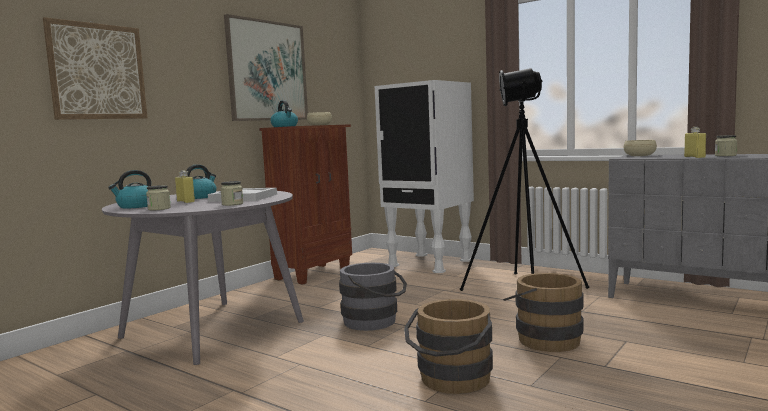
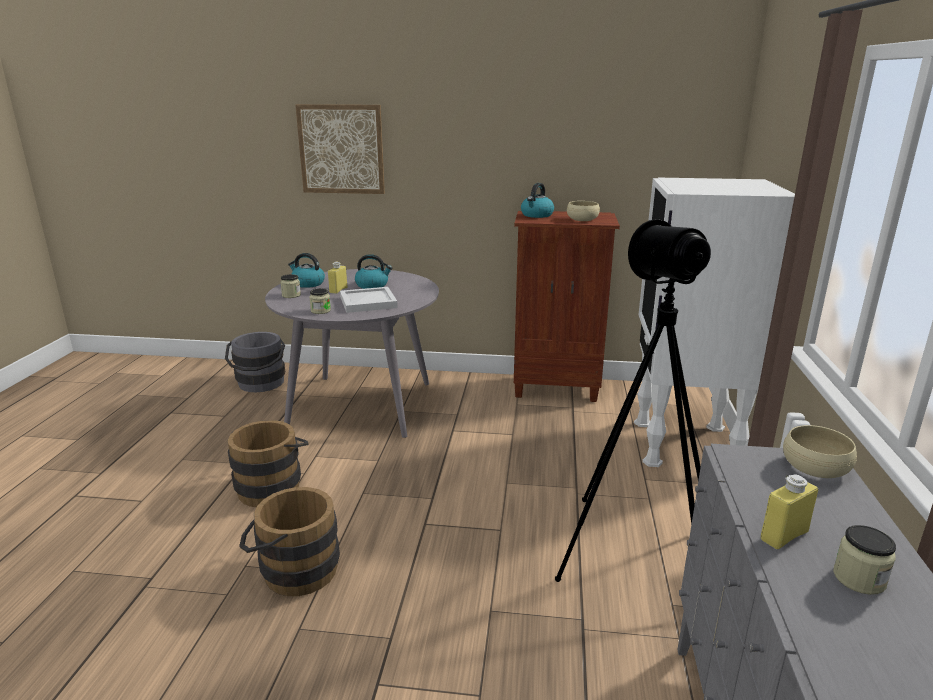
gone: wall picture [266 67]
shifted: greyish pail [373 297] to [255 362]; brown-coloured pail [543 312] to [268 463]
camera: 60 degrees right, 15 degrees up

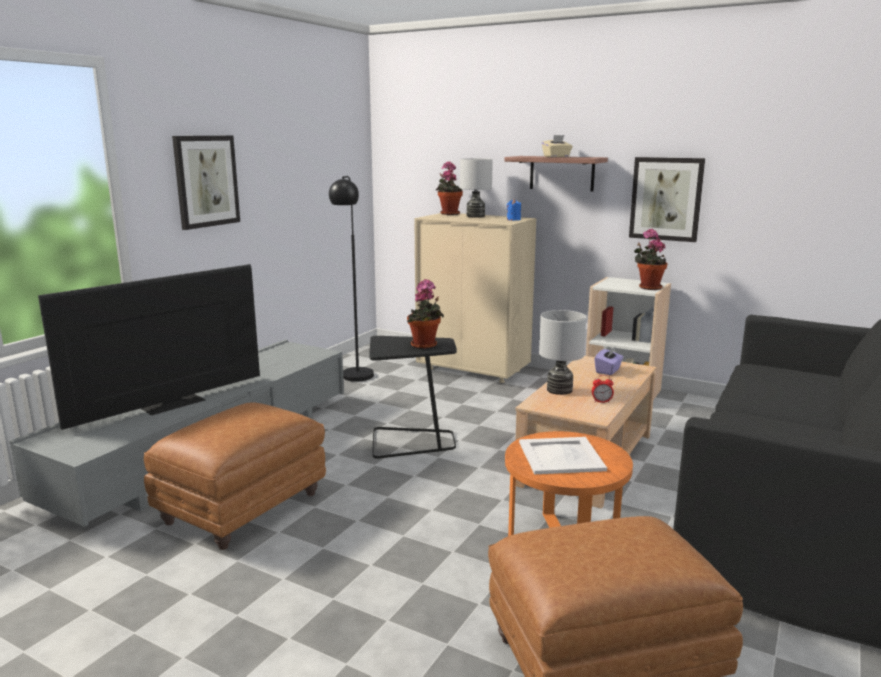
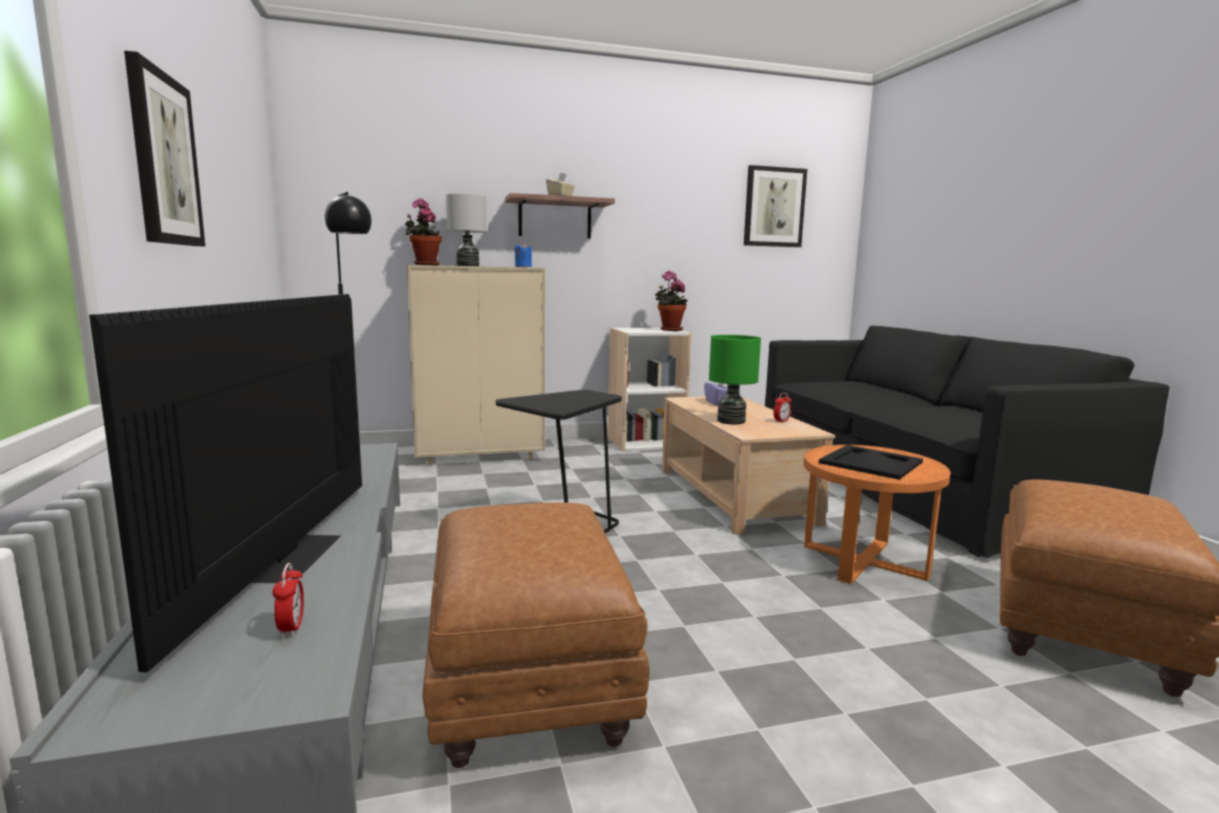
gone: plant in a pot [425 314]
new: alarm clock [288 600]
shifted: wall picture [667 199] to [775 206]
repainted: greyish lamp for a table [562 352] to green-coloured lamp for a table [735 380]; whitish tray [563 455] to black-coloured tray [871 462]
camera: 45 degrees left, 5 degrees down

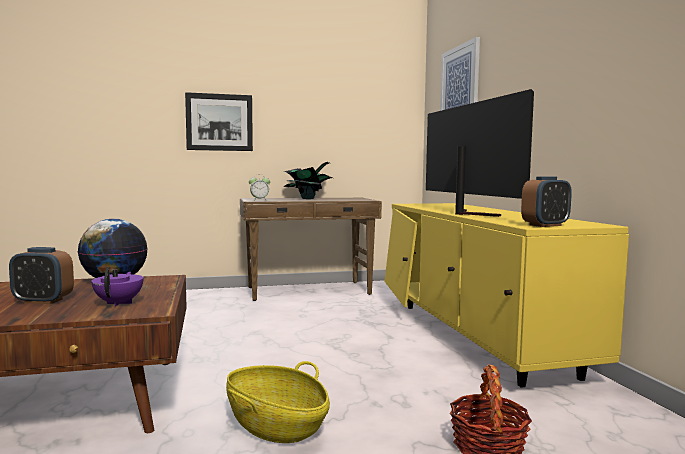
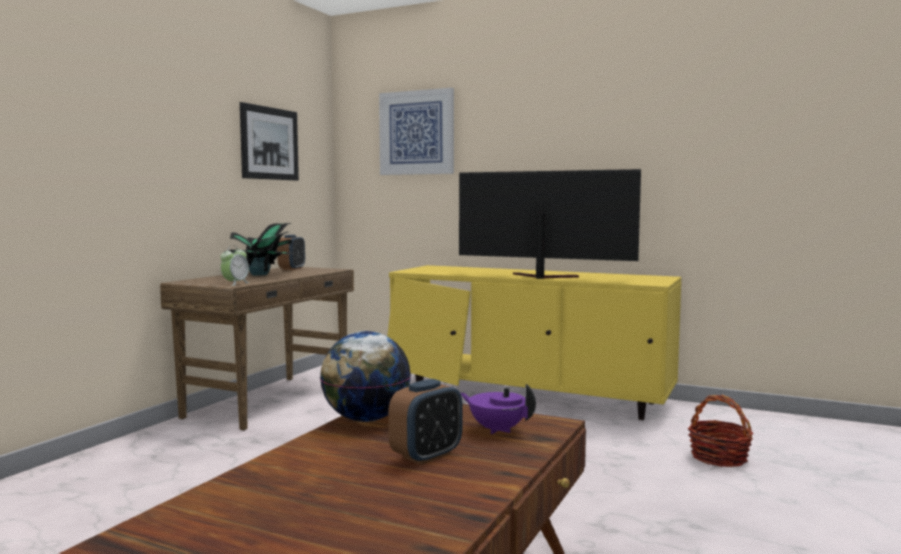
gone: storage basket [278 402]
shifted: wall picture [219 121] to [269 141]; alarm clock [546 201] to [291 252]
camera: 50 degrees left, 0 degrees up

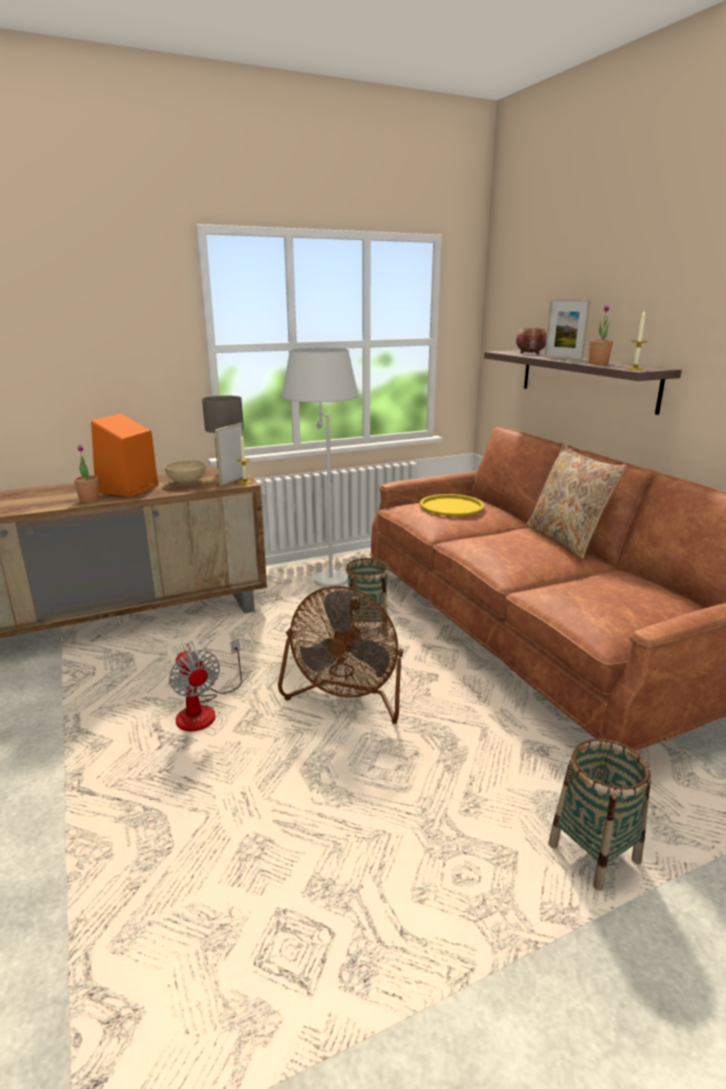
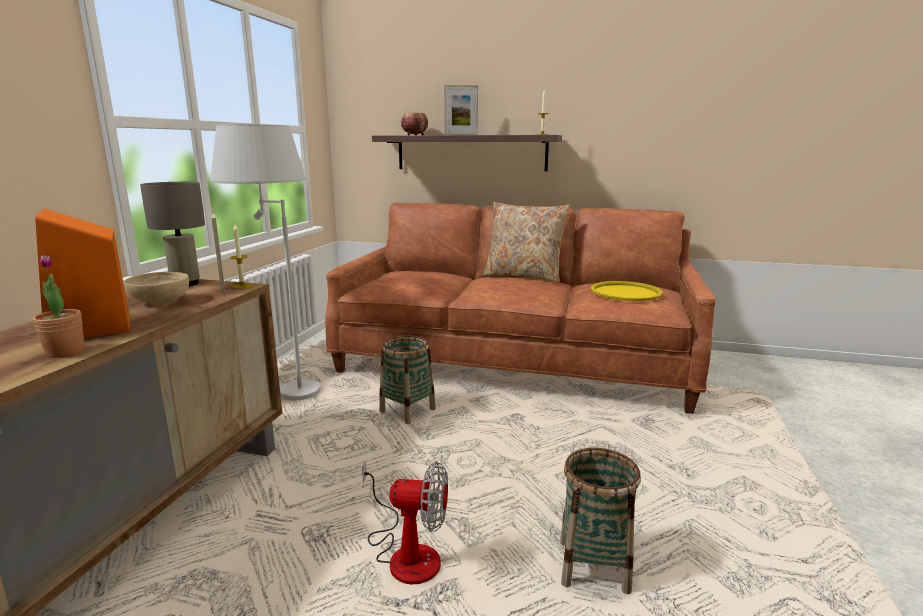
gone: brown-coloured electric fan [340 655]; plant in a pot [601 334]
shifted: storage basket [599 814] to [600 521]; yellow tray [452 505] to [627 291]
camera: 50 degrees left, 5 degrees down

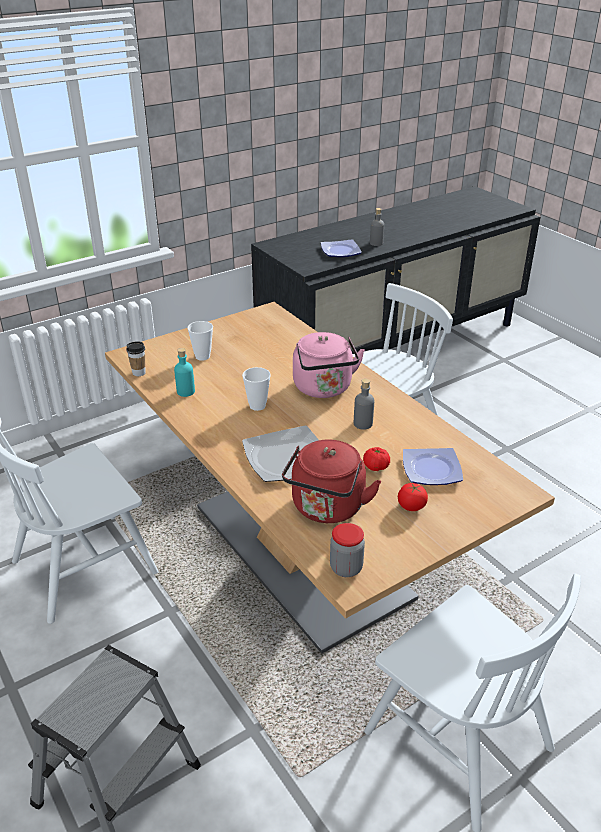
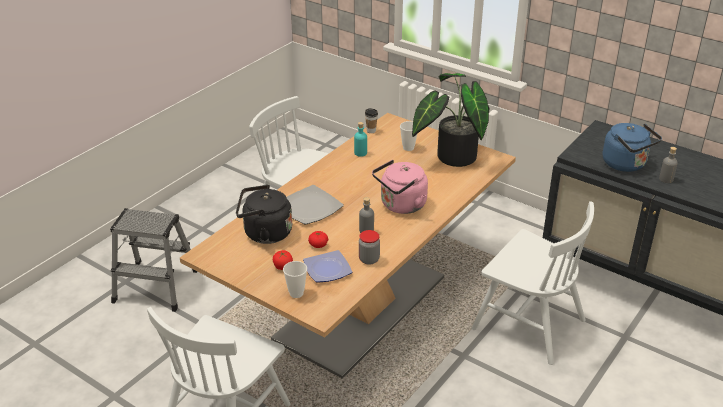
new: plant in a pot [451 120]
shifted: drinking cup [256 389] to [295 279]; preserve jar [347 550] to [369 247]
swapped: dinner plate [341 248] to blue-coloured kettle [632 147]
repainted: reddish kettle [331 481] to black-coloured kettle [264 214]
camera: 70 degrees right, 0 degrees up

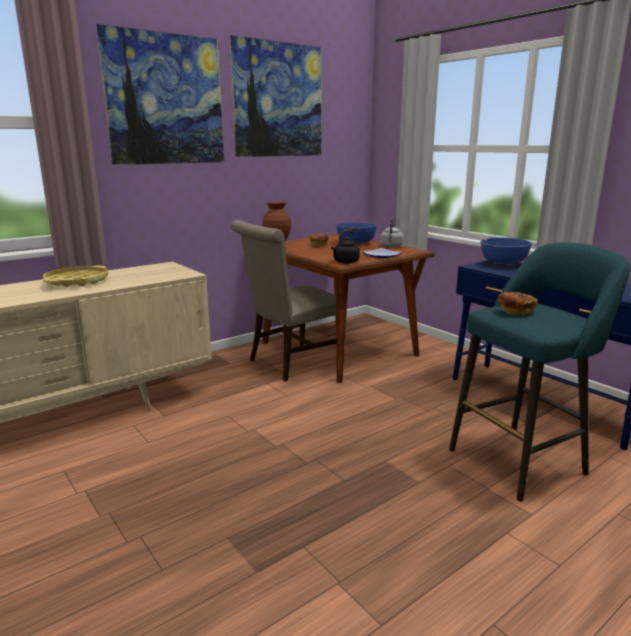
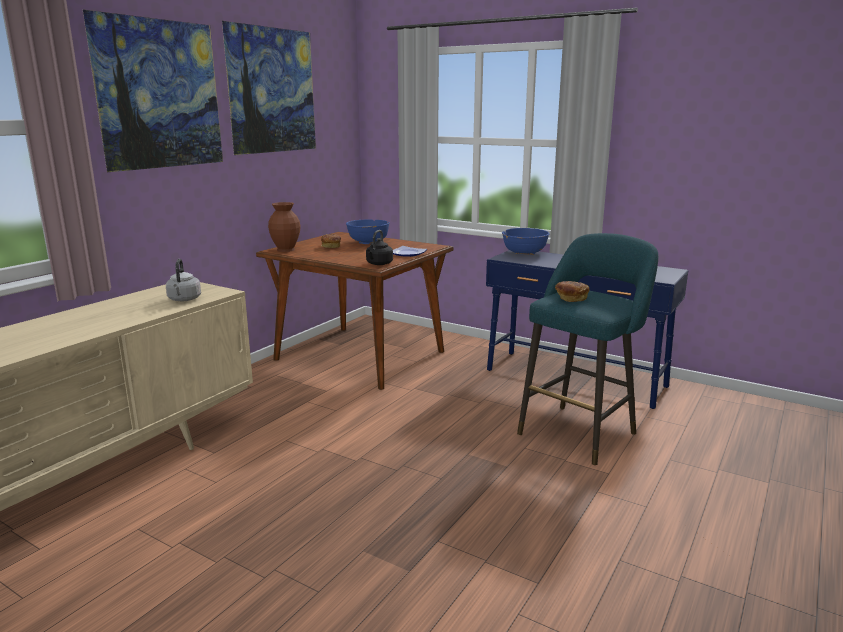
gone: yellow tray [75 276]; beige-coloured plain chair [284 301]
shifted: greyish kettle [392 232] to [183 280]
camera: 20 degrees left, 0 degrees up

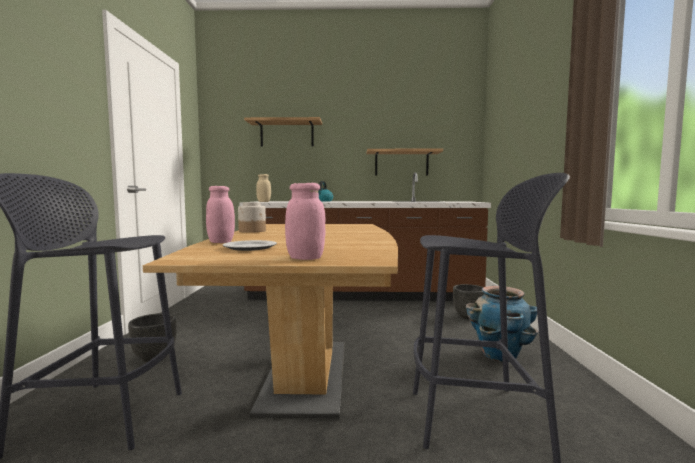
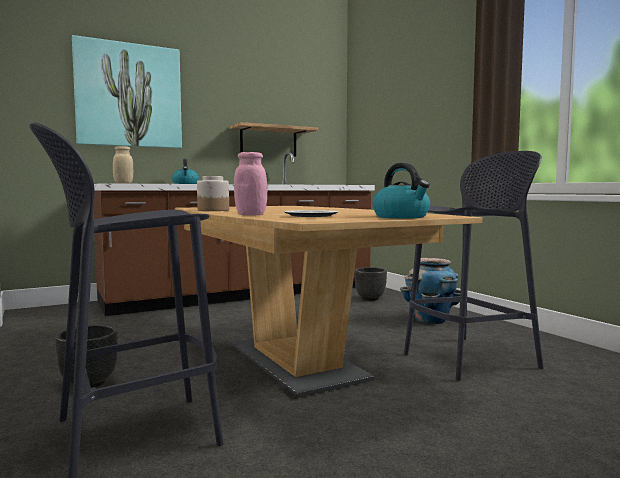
swapped: shelf [283 132] to wall picture [127 91]; pink preserve jar [305 221] to kettle [401 190]
camera: 30 degrees left, 0 degrees up

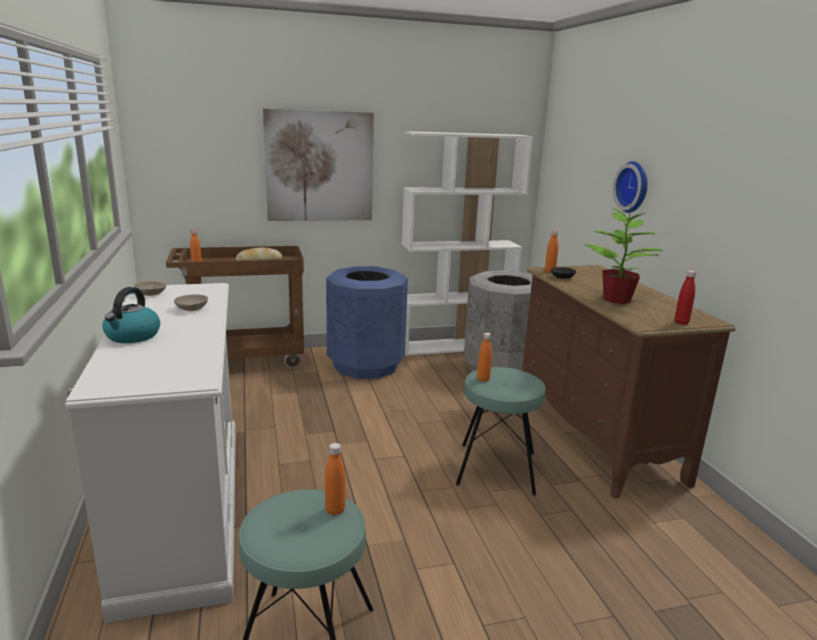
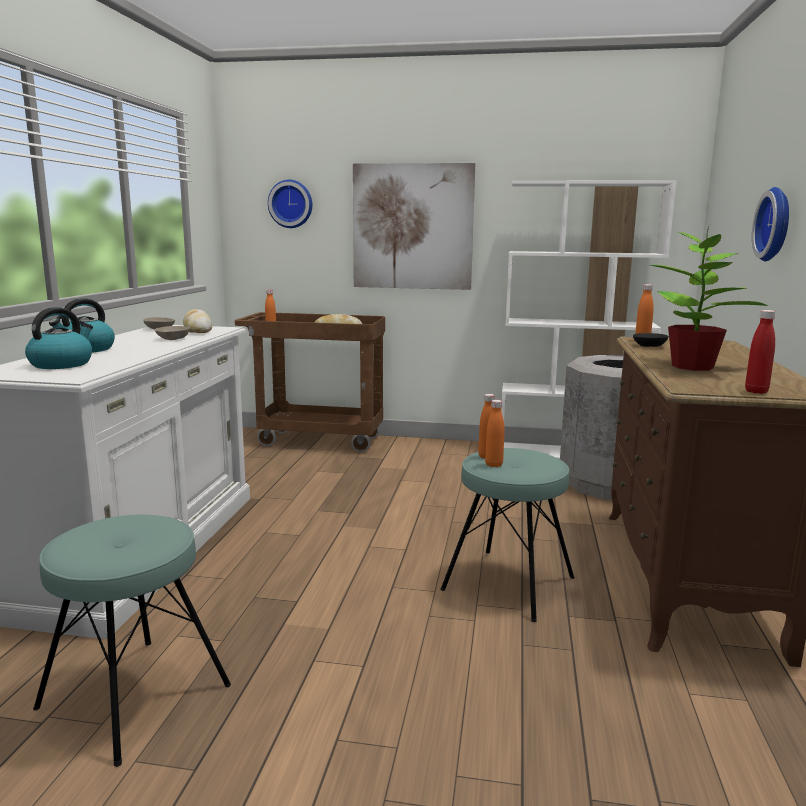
gone: blue-coloured waste bin [367 322]
new: kettle [59 338]; baked bread [197 321]; hanging clock [290 204]
shifted: orange-coloured bottle [335 479] to [494 433]
camera: 25 degrees right, 5 degrees down

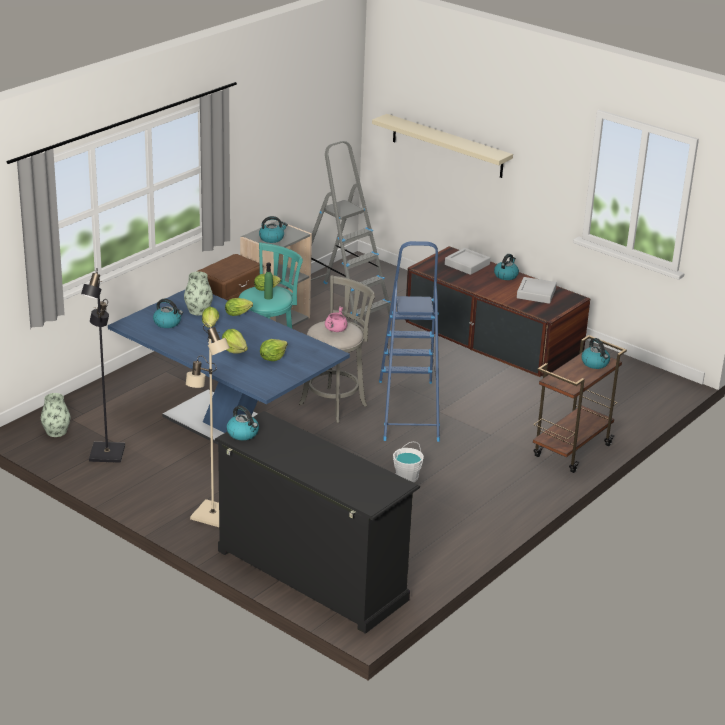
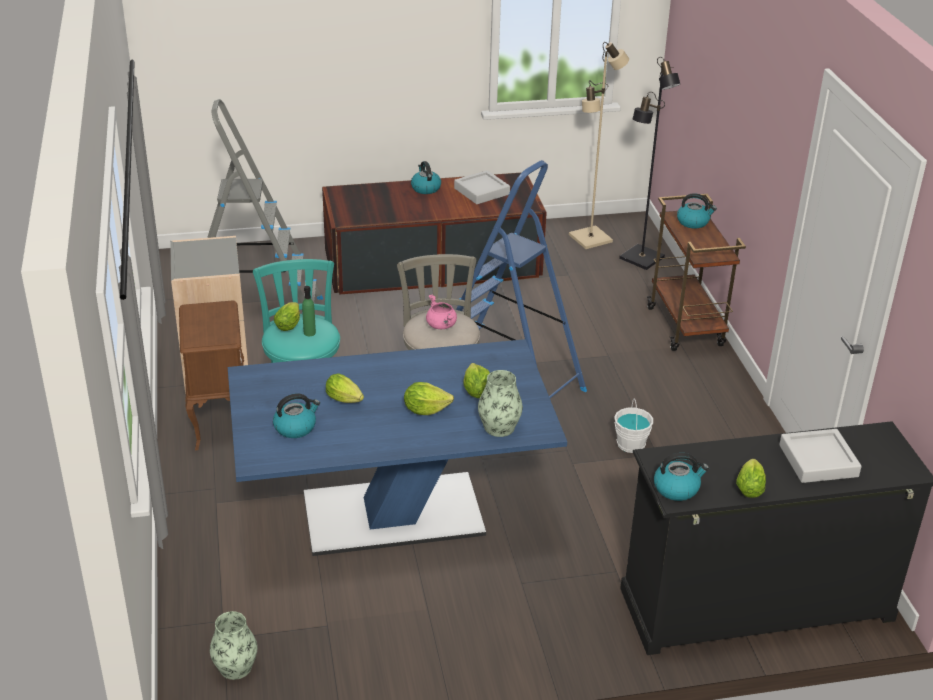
gone: kettle [273 229]; beige-coloured shelf [442 146]
shifted: flower vase [198 293] to [500 403]; beige-coloured floor lamp [208 425] to [599 145]; black-coloured floor lamp [103 365] to [649 163]; lettuce [239 307] to [751 478]; greyish tray [467 261] to [820 456]
camera: 50 degrees left, 5 degrees up

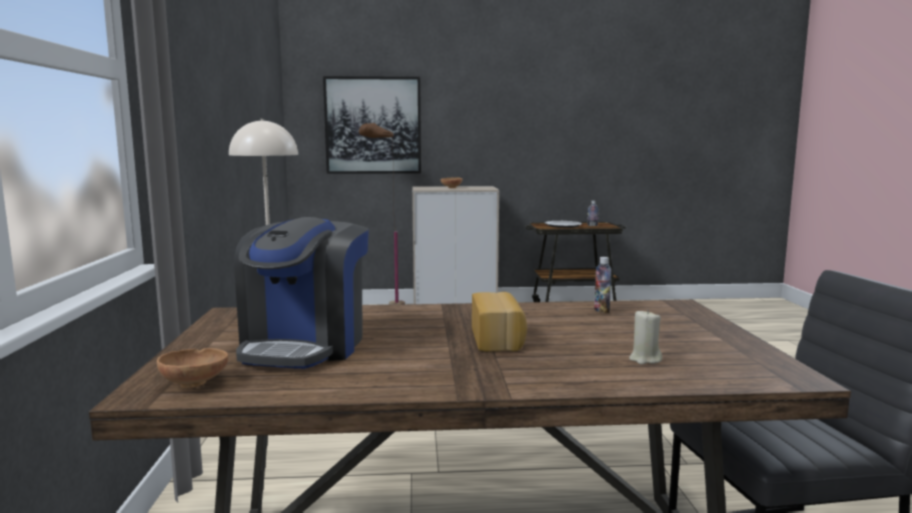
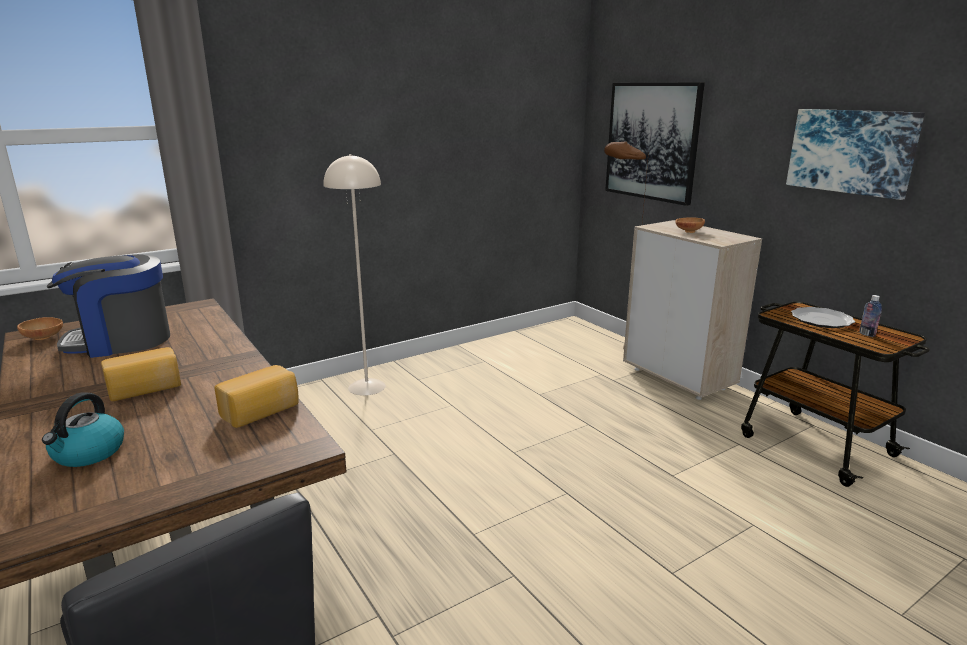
new: wall picture [855 154]
swapped: beige-coloured wax light [645 336] to kettle [83 429]; bottle [602 285] to baked bread [256 396]
camera: 60 degrees right, 10 degrees up

